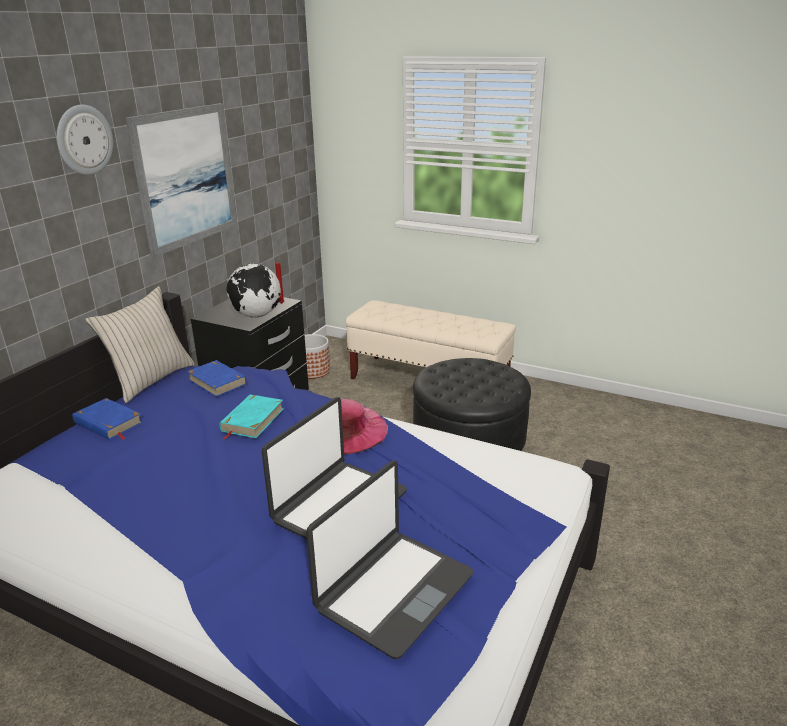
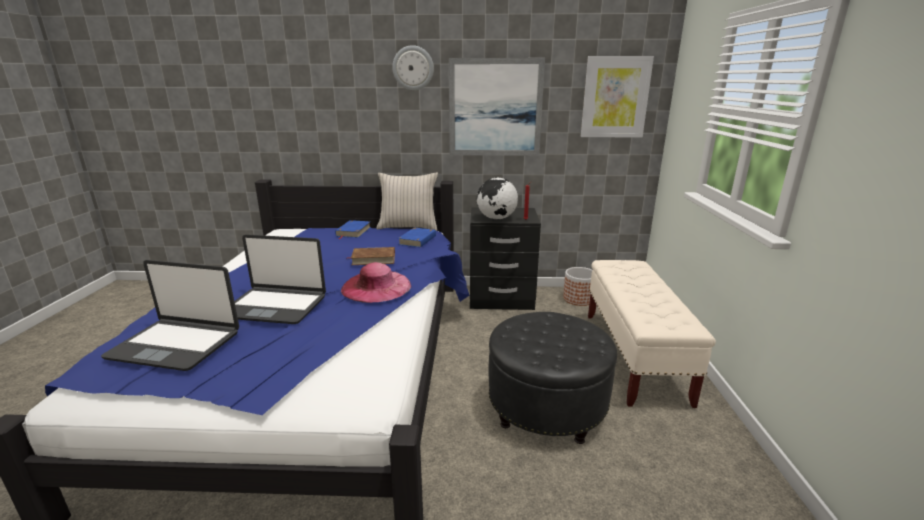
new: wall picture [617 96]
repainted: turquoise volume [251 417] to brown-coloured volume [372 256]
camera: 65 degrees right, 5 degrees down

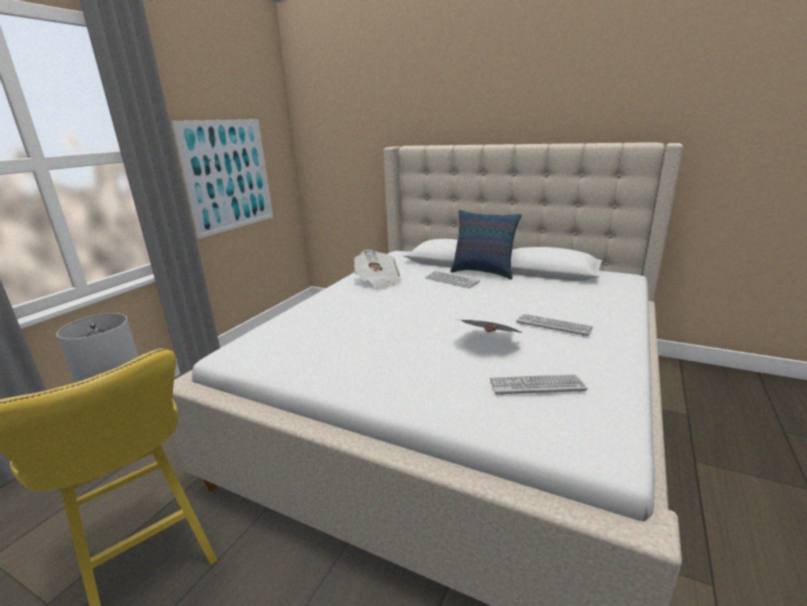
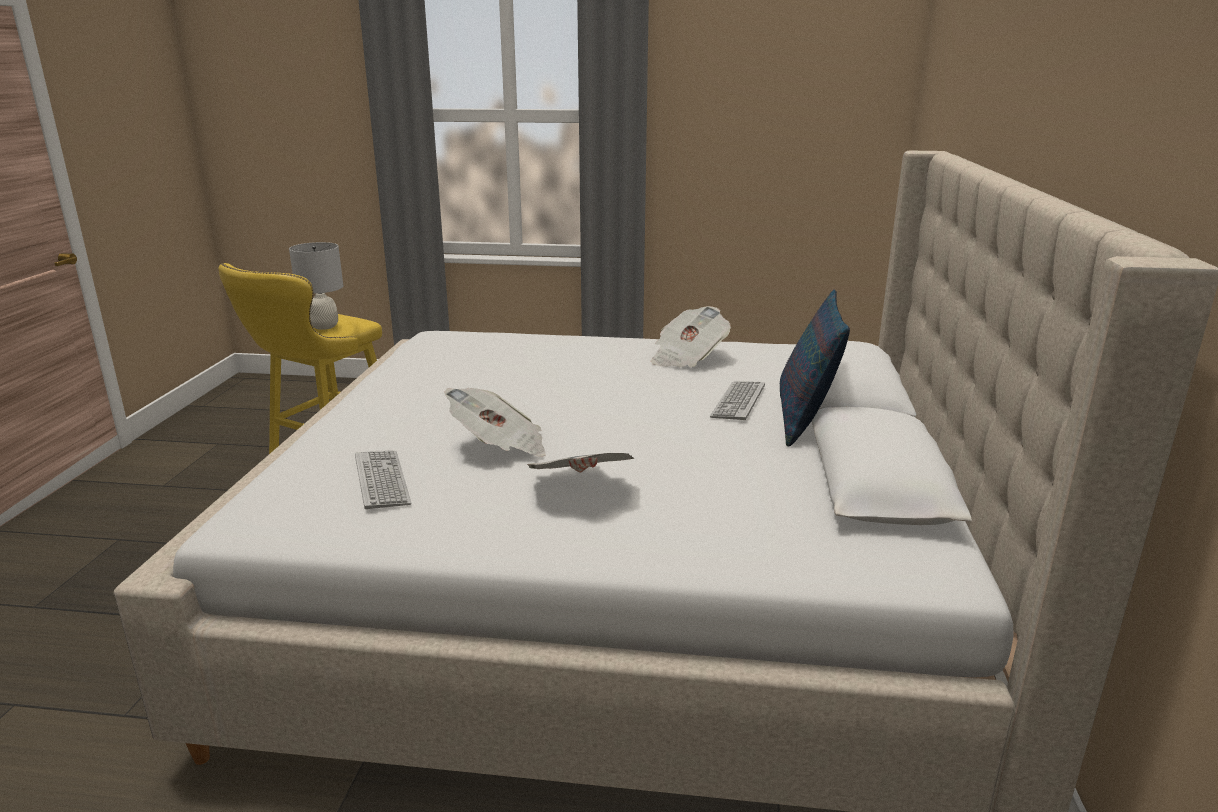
gone: wall picture [222 179]
swapped: keyboard [554 325] to newspaper [581 463]
camera: 70 degrees right, 0 degrees up

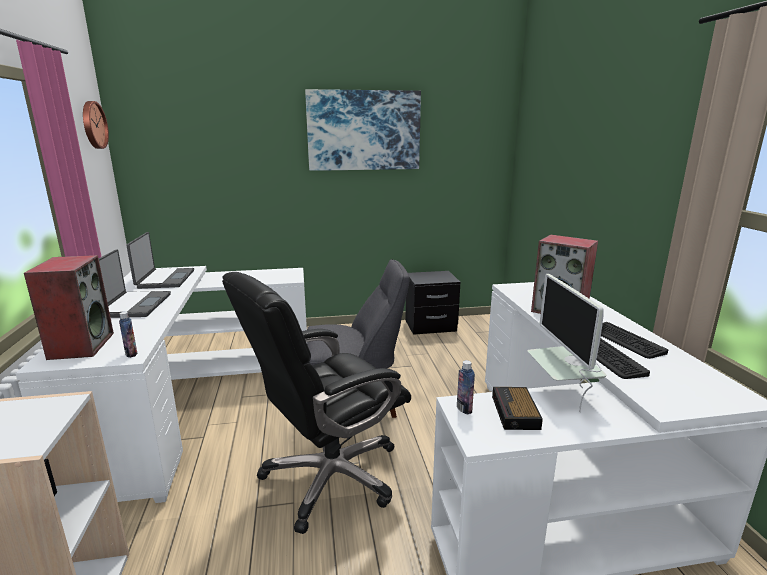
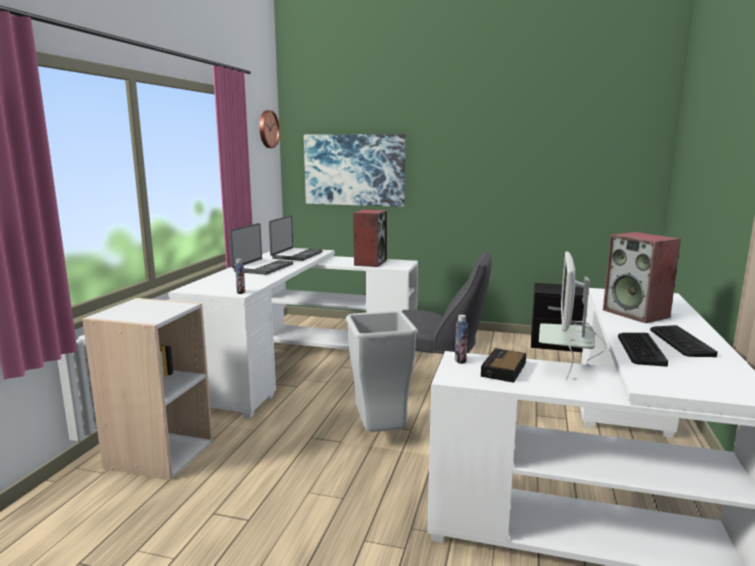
shifted: wall picture [363 130] to [354 170]; speaker [69 307] to [370 238]
swapped: black-coloured computer chair [316 403] to greyish waste bin [382 371]
camera: 25 degrees right, 5 degrees down

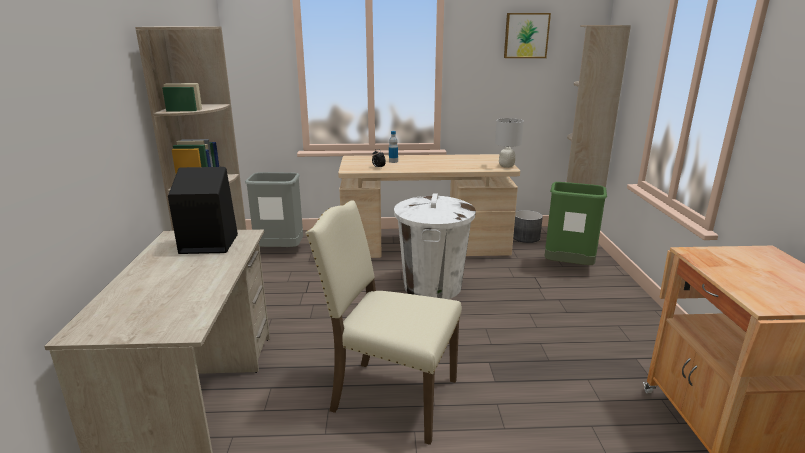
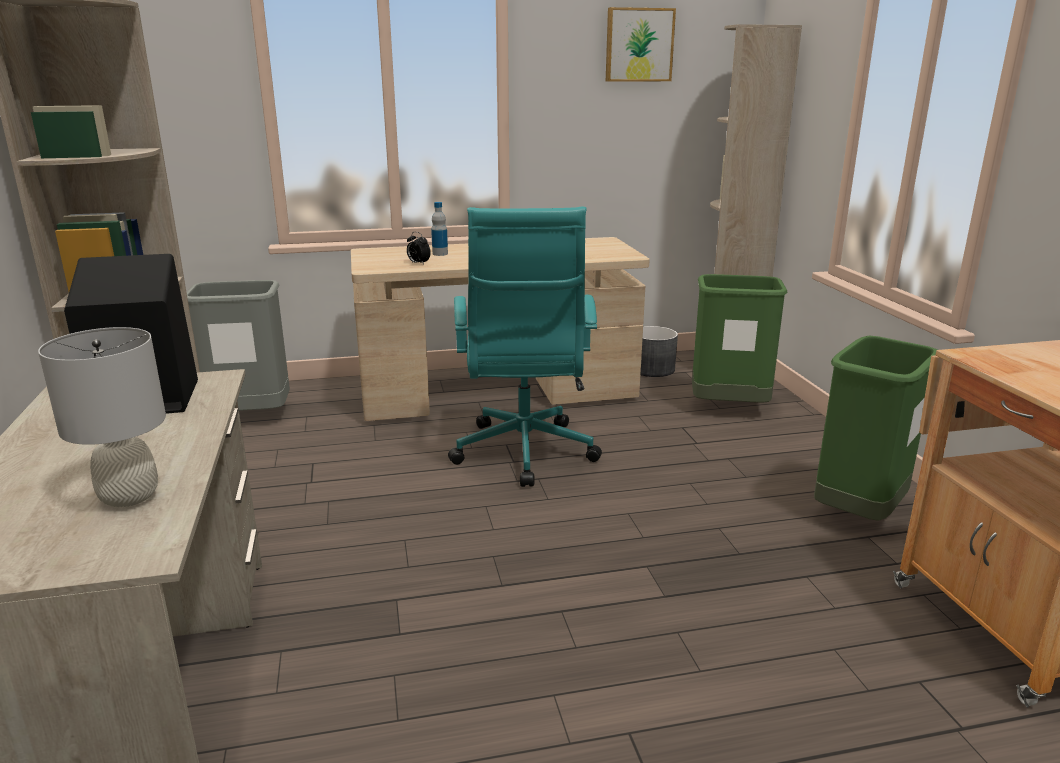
gone: beige-coloured plain chair [383 322]
new: green-coloured waste bin [875 428]
shifted: greyish lamp for a table [509 143] to [102 417]
swapped: whitish waste bin [435 246] to turquoise computer chair [525 346]
camera: 10 degrees left, 0 degrees up

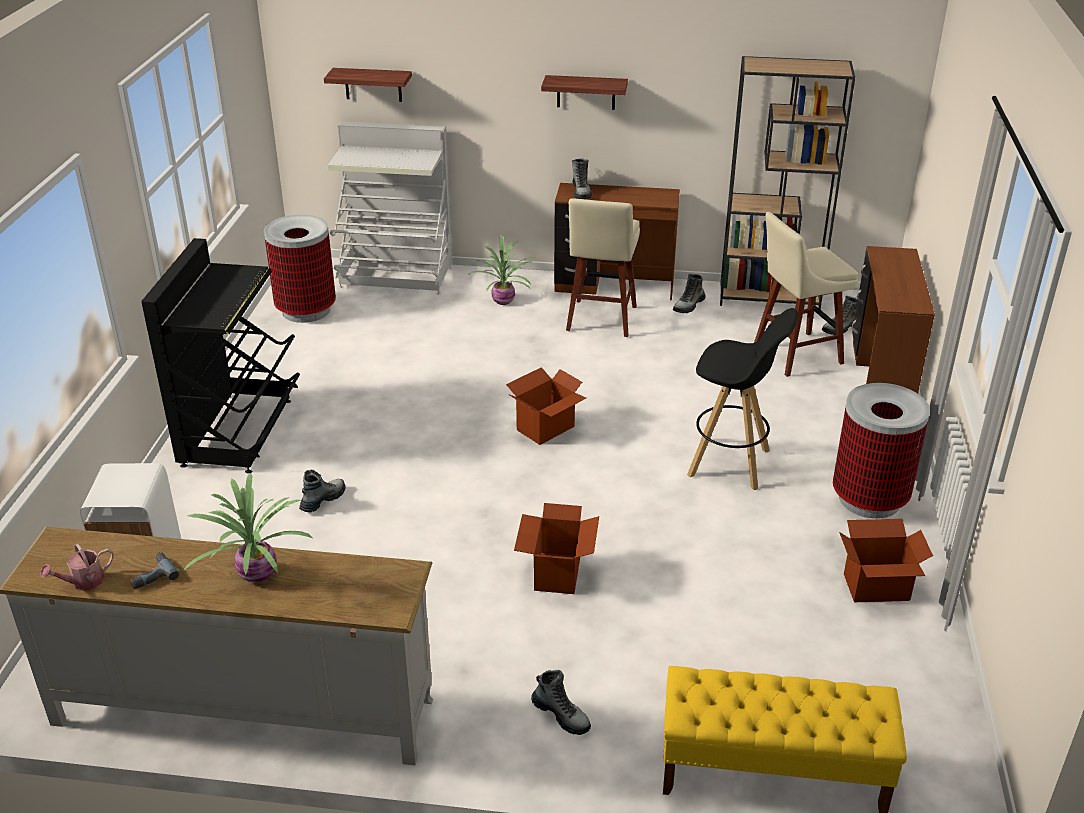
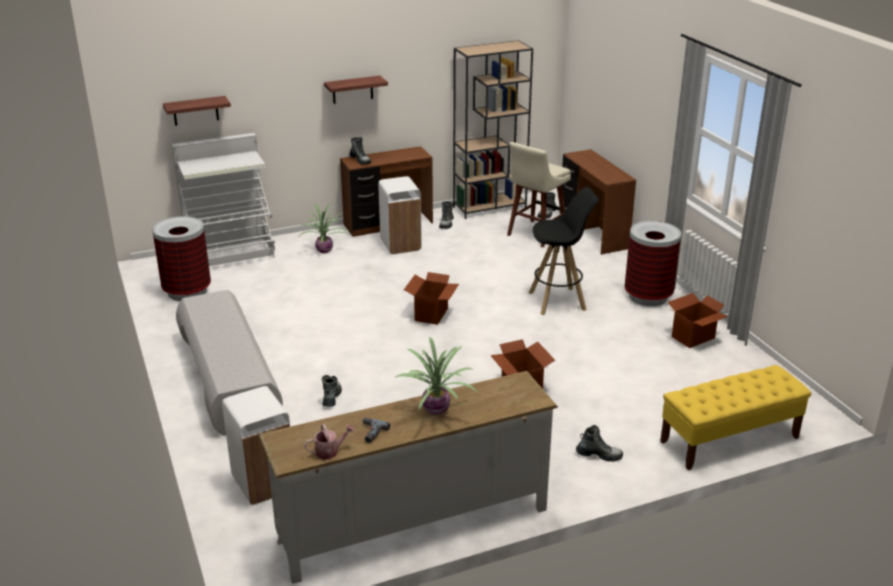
swapped: black-coloured shoe rack [220 355] to greyish bench [229 363]; beige-coloured stool seat [603 267] to whitish waste bin [400 215]
rotated: watering can [77 567] = [329 442] 135 degrees counterclockwise
camera: 30 degrees left, 5 degrees down

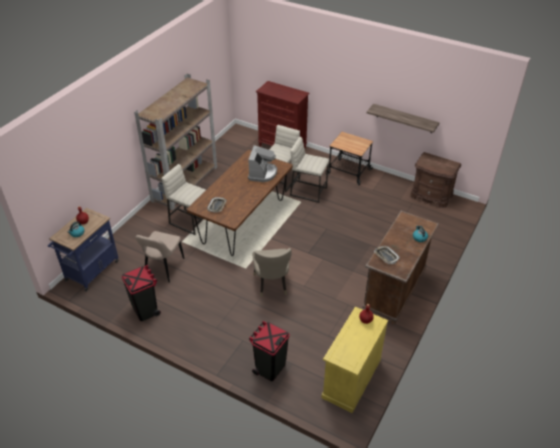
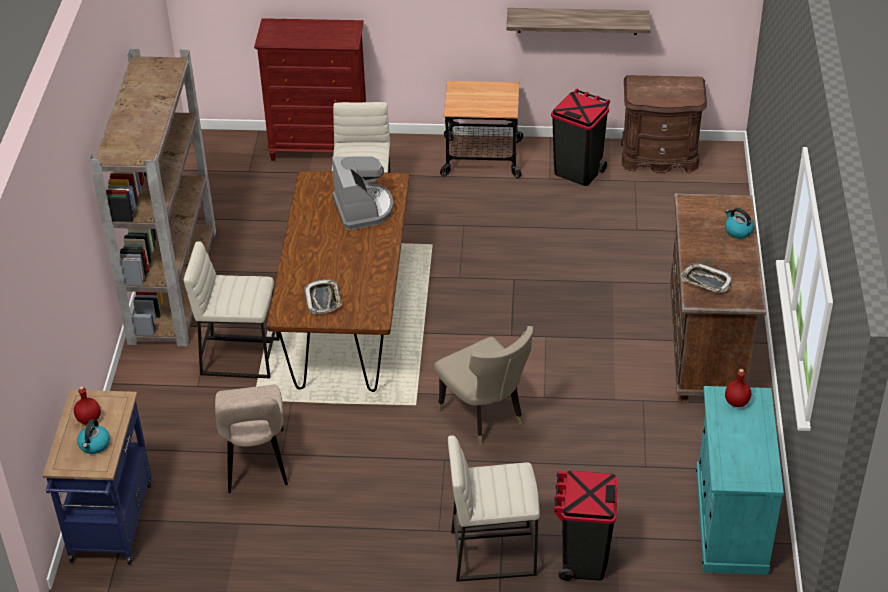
shifted: beige-coloured stool seat [309 170] to [494 509]; black-coloured waste bin [141 293] to [580 137]
repainted: yellow cabinet [354 360] to turquoise cabinet [740 480]
camera: 25 degrees left, 0 degrees up

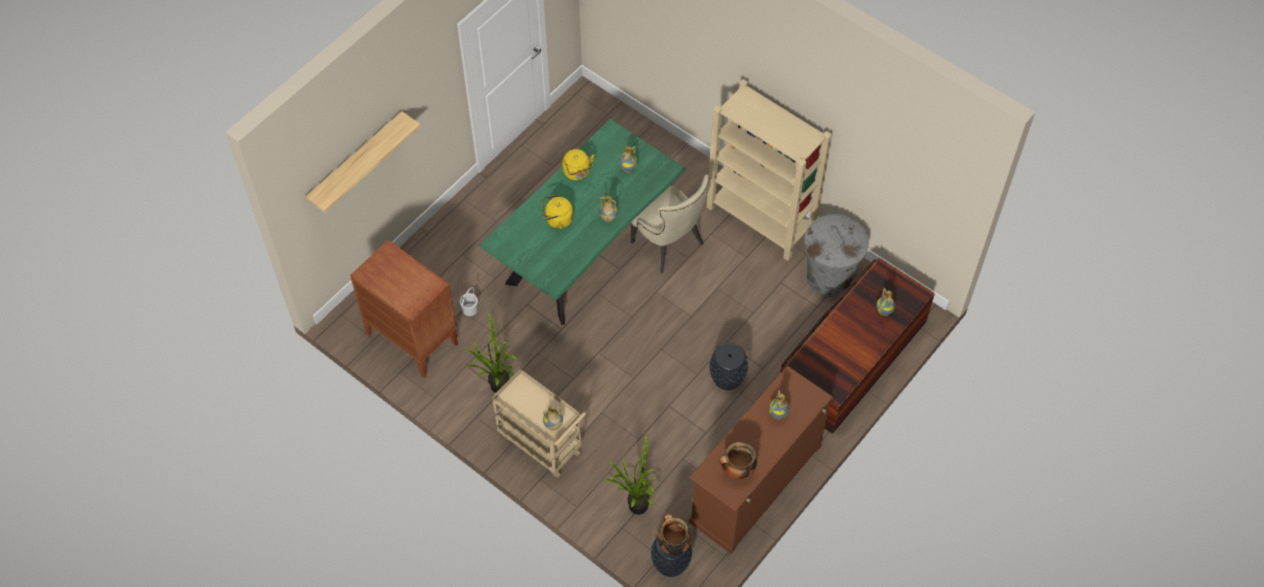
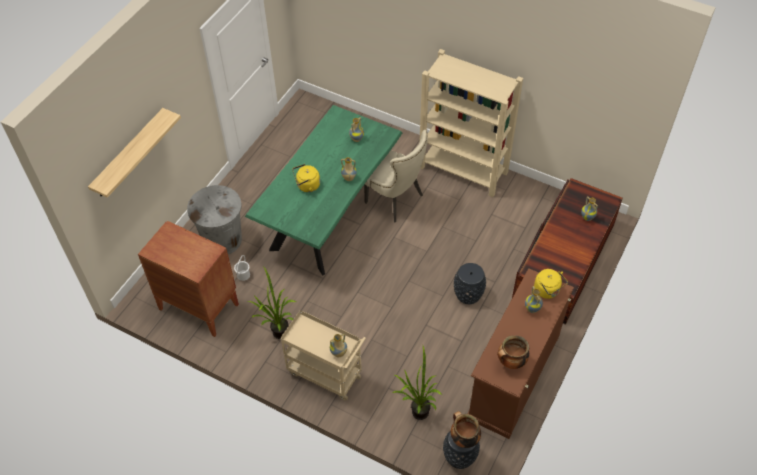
shifted: greyish waste bin [836 255] to [214 219]; yellow kettle [578 165] to [551 284]
camera: 10 degrees left, 5 degrees down

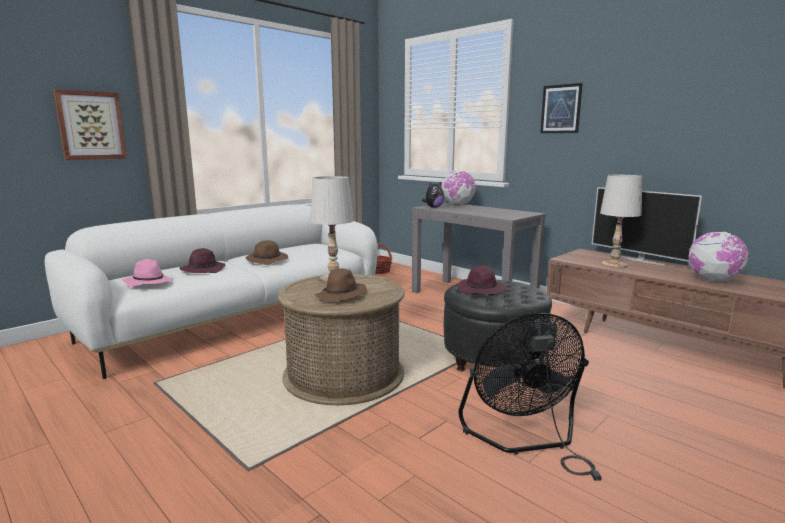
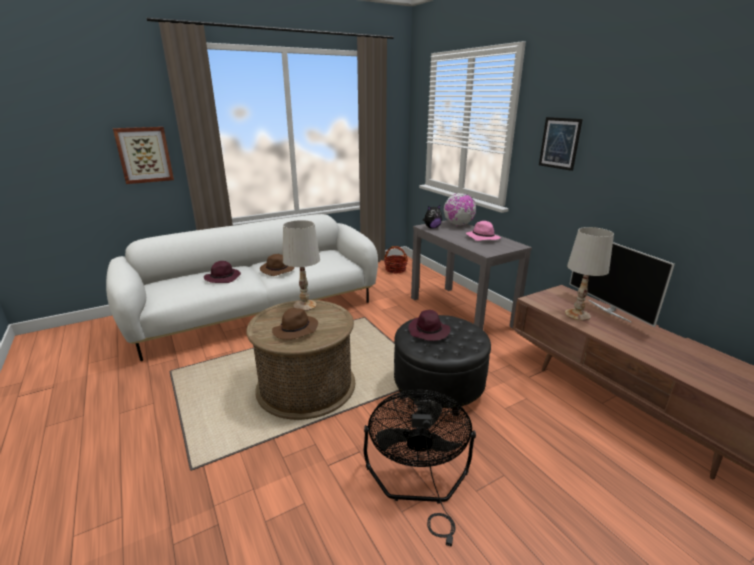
gone: world globe [719 257]
shifted: pink hat [148 273] to [483 231]
camera: 15 degrees right, 10 degrees up

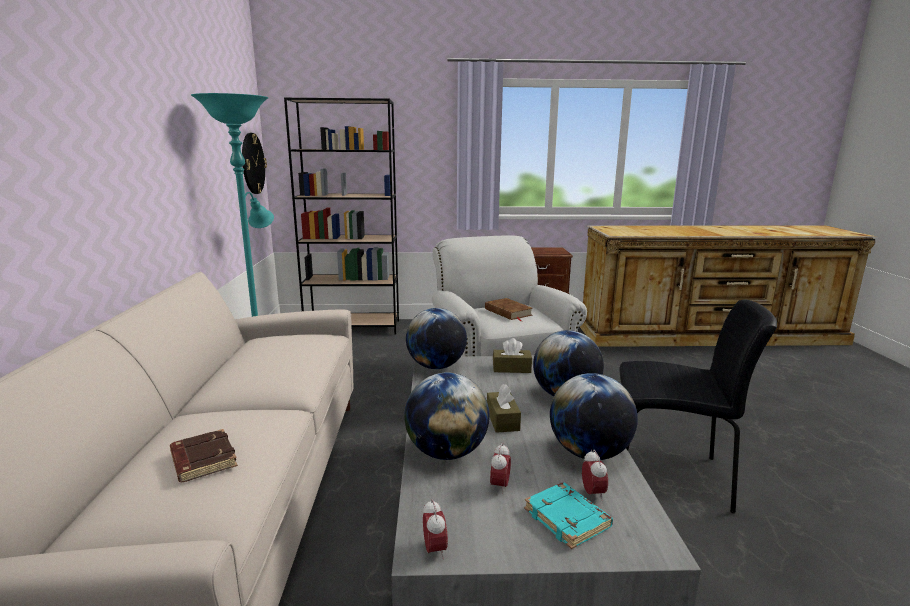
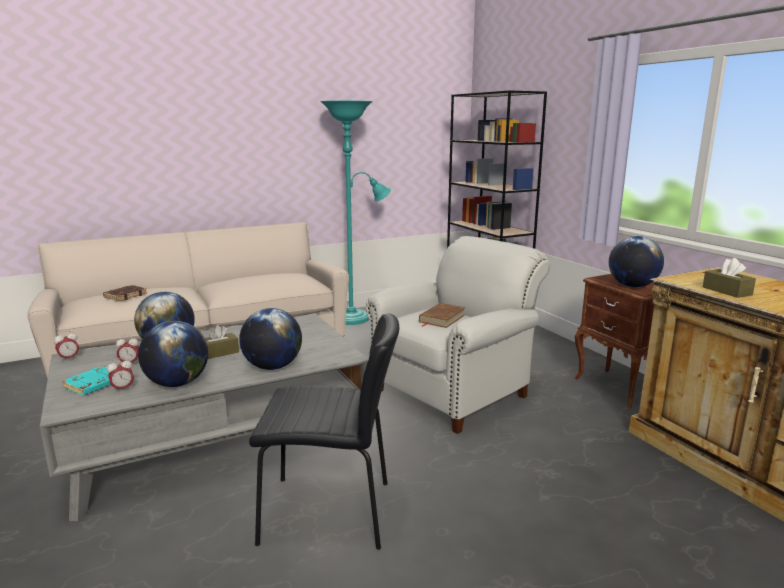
gone: hanging clock [254 163]
shifted: world globe [436 338] to [636 261]; brown-coloured box of tissues [512 355] to [729 278]
rotated: black-coloured plain chair [698 407] = [324 431] 75 degrees counterclockwise
camera: 65 degrees right, 0 degrees up

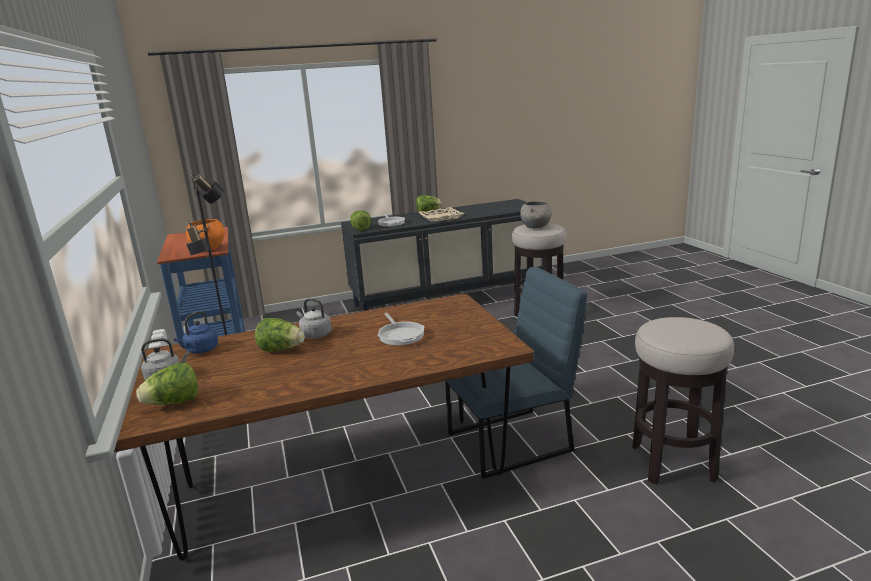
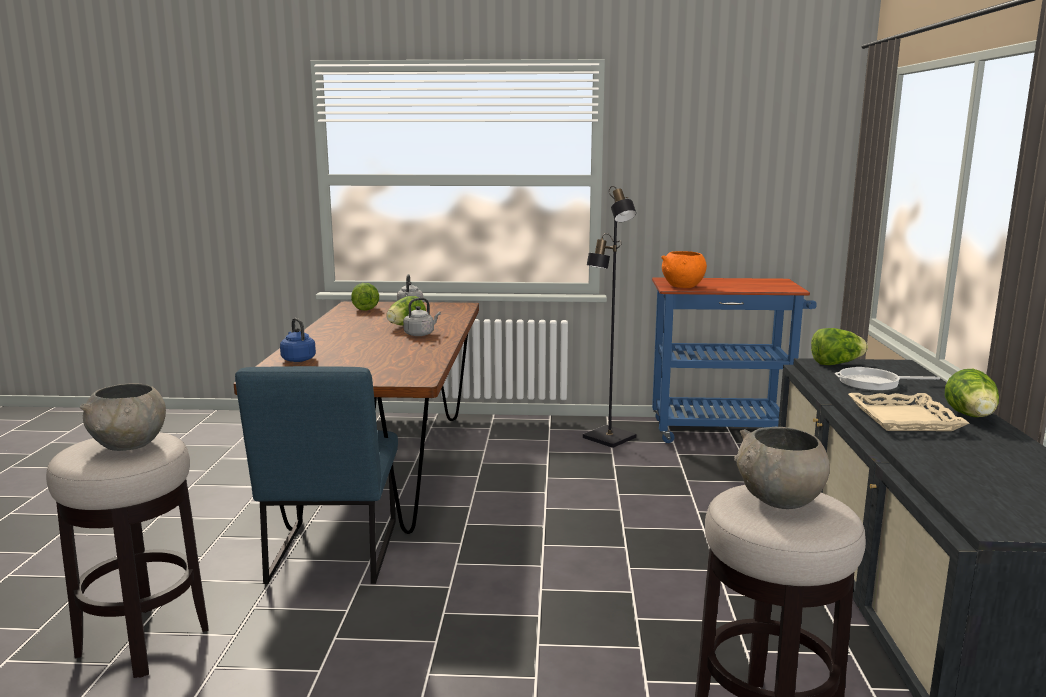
gone: skillet [401 329]
new: greyish bowl [123 417]
shifted: blue-coloured kettle [196 332] to [298 340]
camera: 110 degrees right, 5 degrees down

